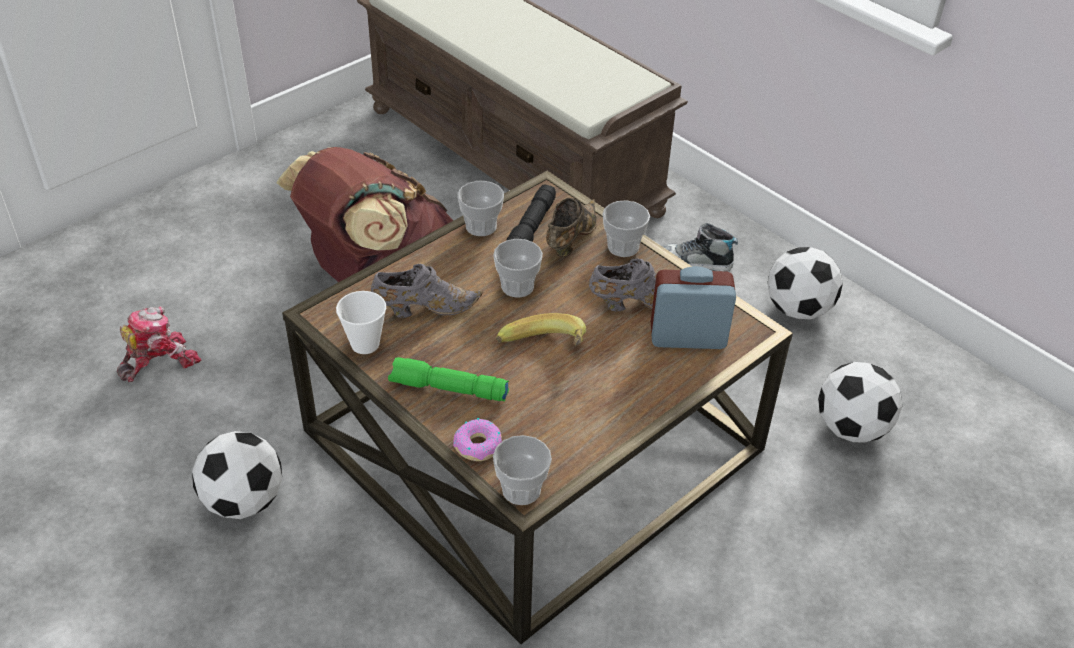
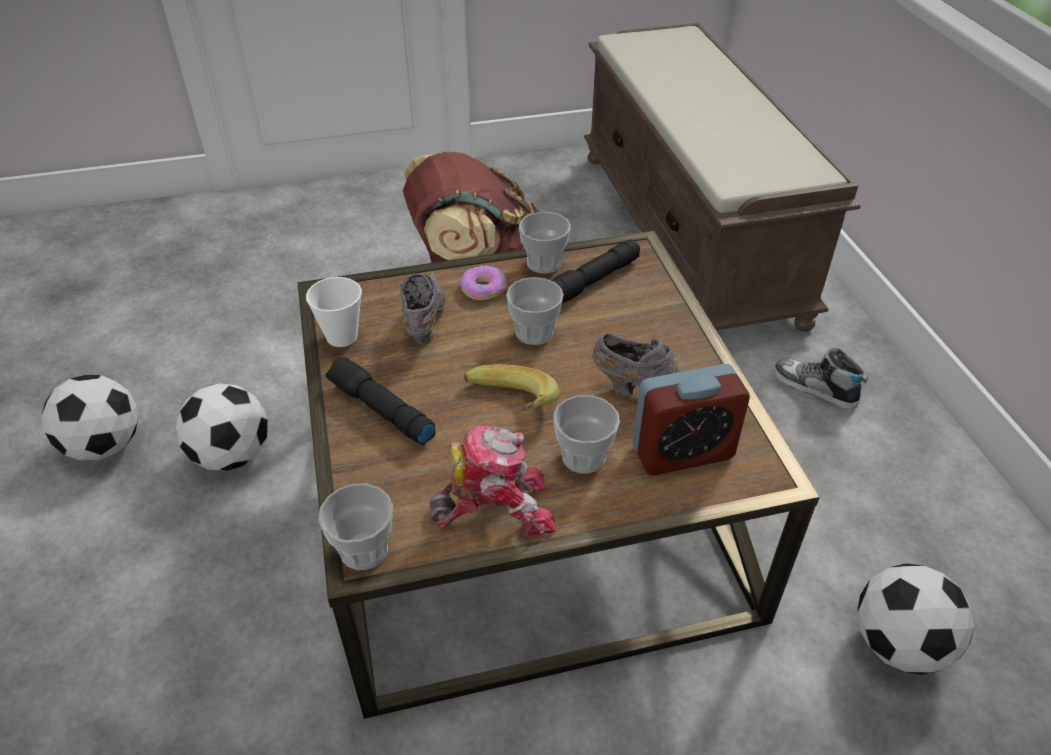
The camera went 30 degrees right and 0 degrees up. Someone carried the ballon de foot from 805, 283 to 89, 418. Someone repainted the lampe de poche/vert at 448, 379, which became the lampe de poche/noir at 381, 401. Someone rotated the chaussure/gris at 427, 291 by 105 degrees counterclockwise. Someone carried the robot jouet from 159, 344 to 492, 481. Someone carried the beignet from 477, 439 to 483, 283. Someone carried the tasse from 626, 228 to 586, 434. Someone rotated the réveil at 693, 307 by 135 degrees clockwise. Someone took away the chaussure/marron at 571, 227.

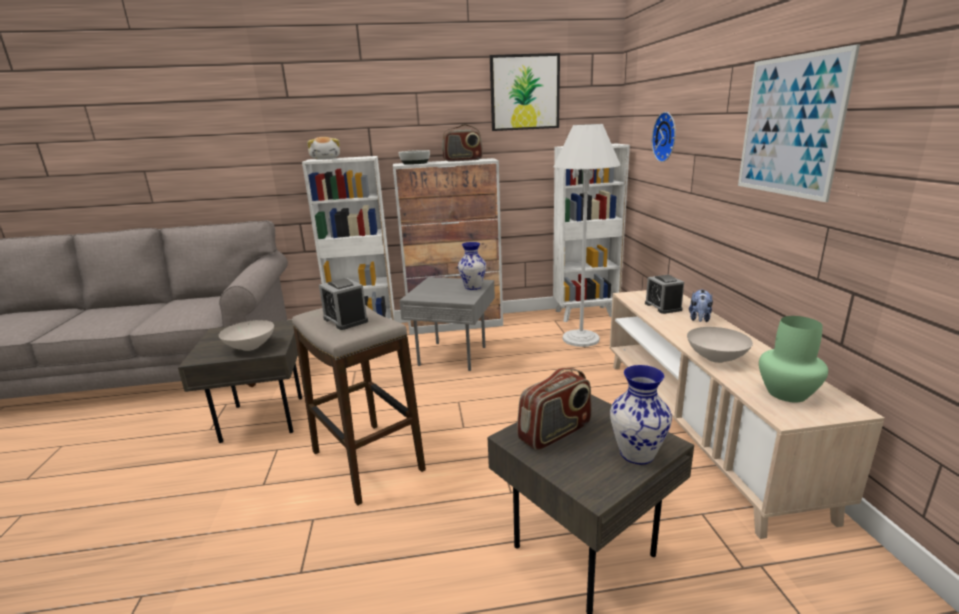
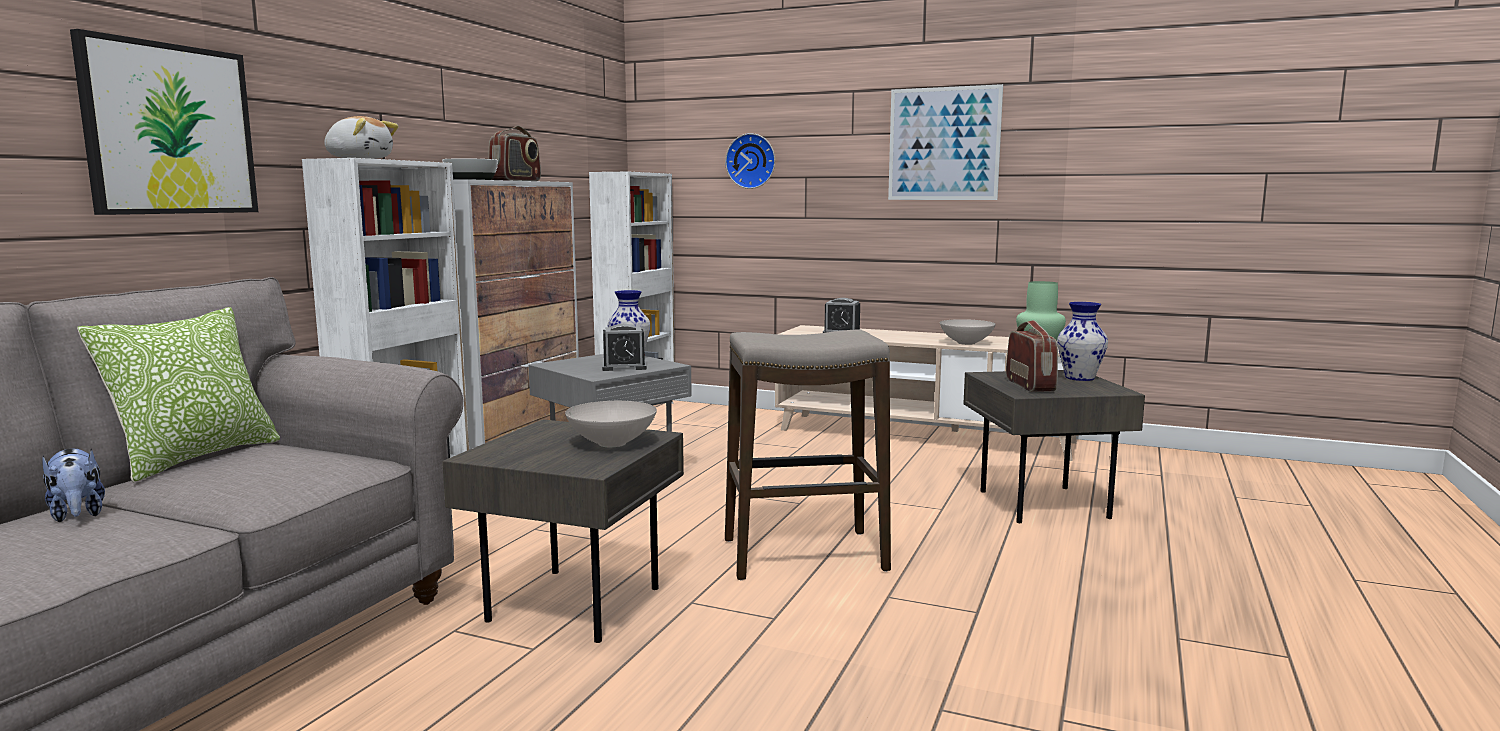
The camera went 60 degrees left and 10 degrees down. Someone carried the peluche from 701, 305 to 74, 485. Someone carried the tableau from 525, 92 to 164, 122. Someone put down the coussin at 178, 395. Someone carried the réveil from 343, 304 to 624, 347. Someone took away the lampadaire/blanc at 587, 235.

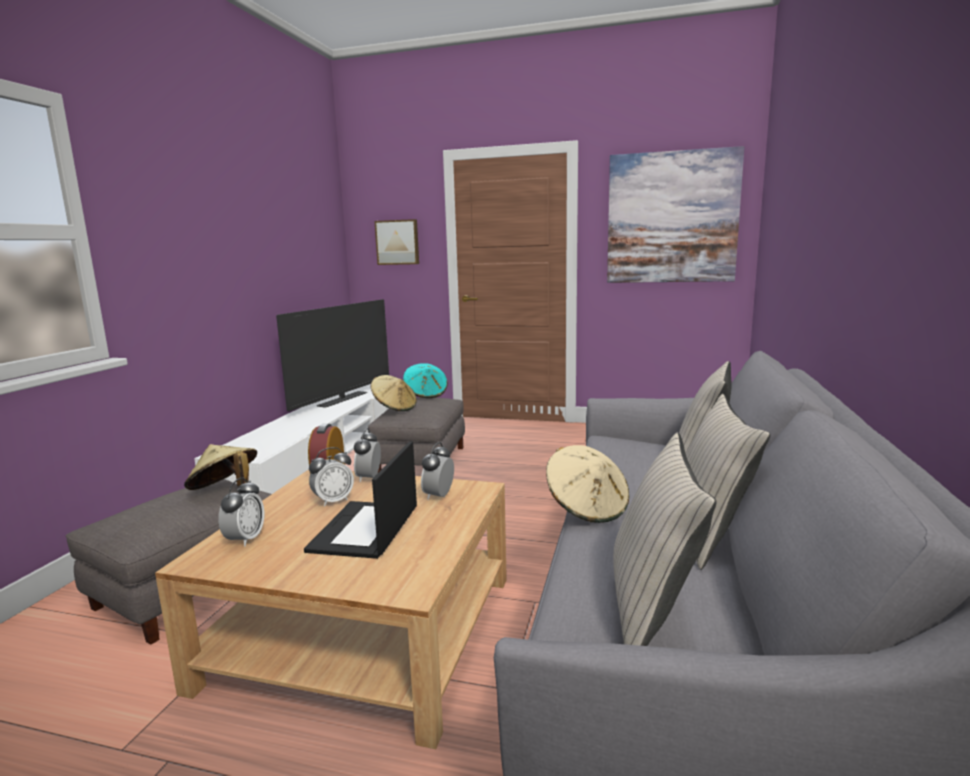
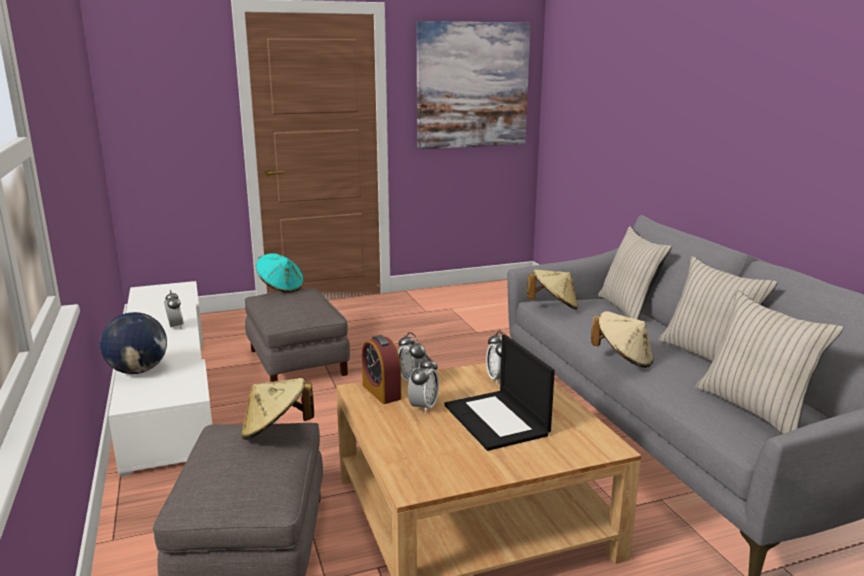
The camera went 35 degrees left and 5 degrees up. Someone put down the globe at 133, 343. Someone carried the réveil from 241, 512 to 174, 309. Someone carried the chapeau/beige from 394, 393 to 552, 289. Someone took away the téléviseur at 332, 355. Someone took away the tableau at 396, 242.

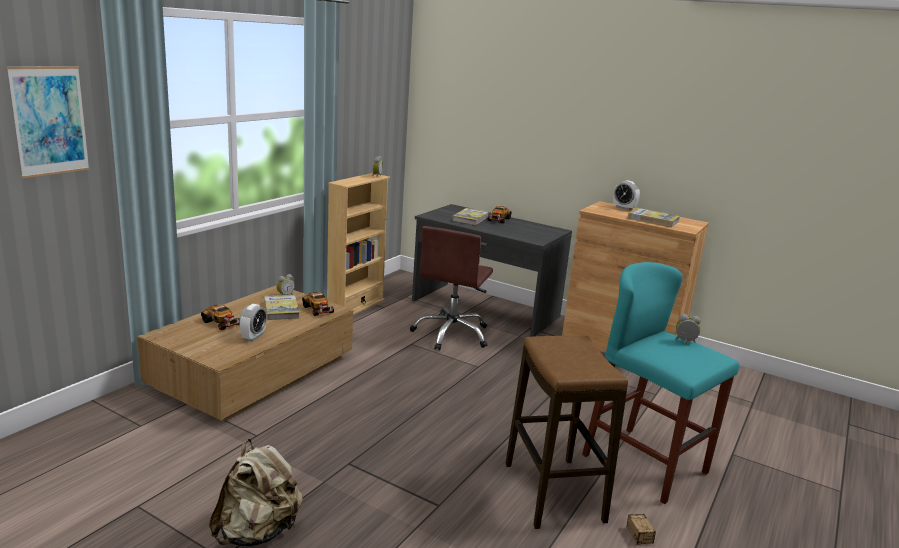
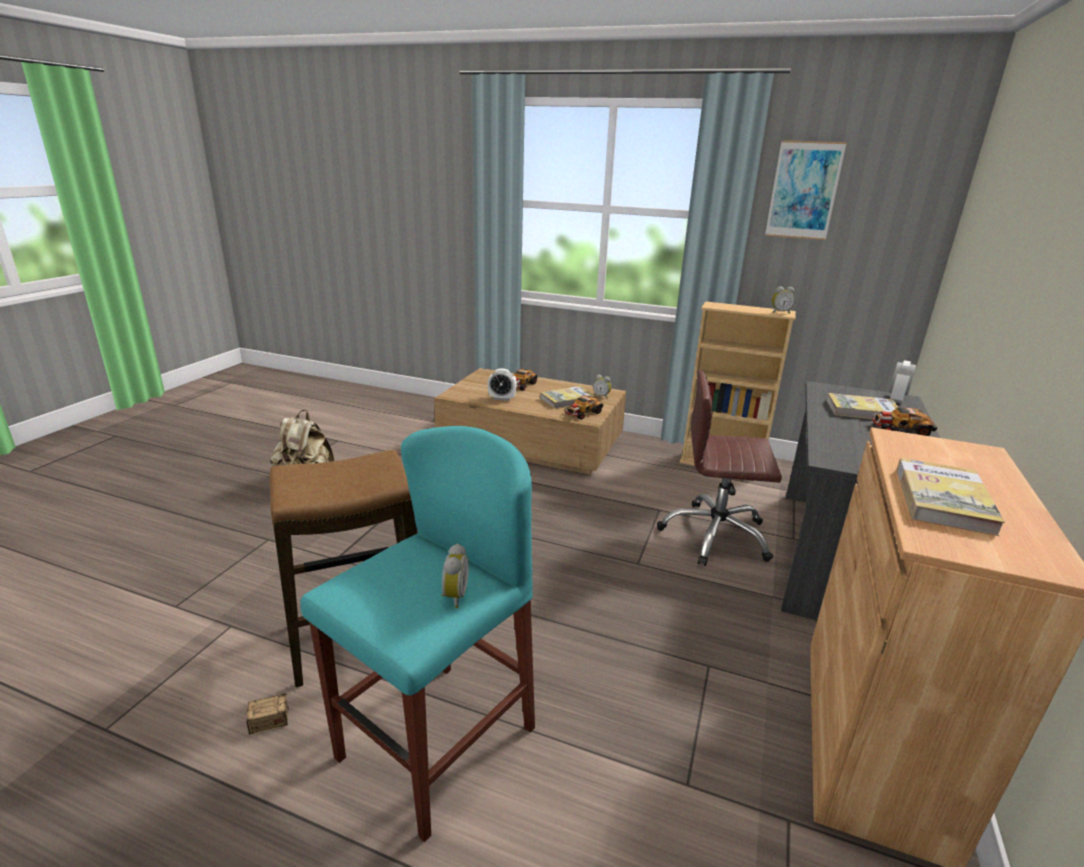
The camera went 80 degrees right and 5 degrees up. Someone carried the tableau from 48, 122 to 806, 190. Someone carried the réveil from 626, 195 to 902, 381.

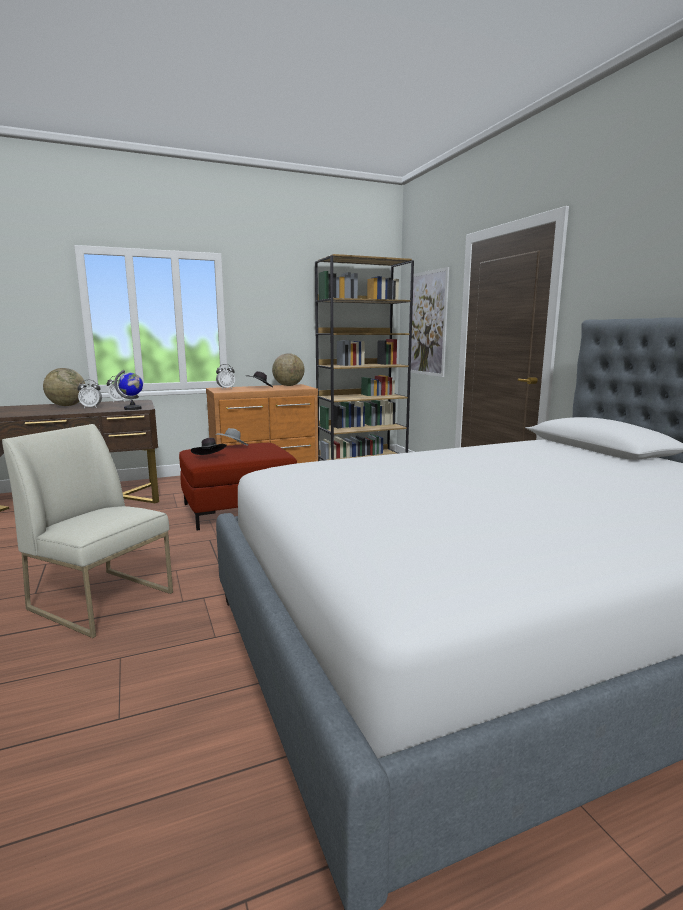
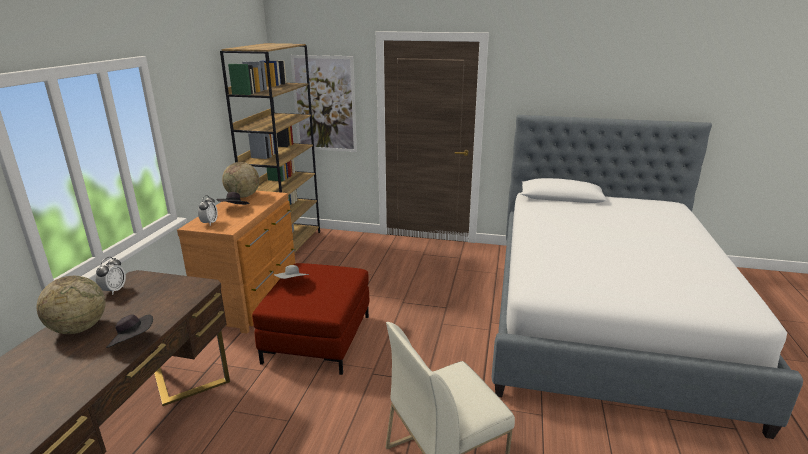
The camera went 55 degrees left and 10 degrees up. Someone carried the chapeau/noir from 209, 446 to 129, 331. Someone took away the réveil at 90, 394. Someone took away the globe at 128, 390.

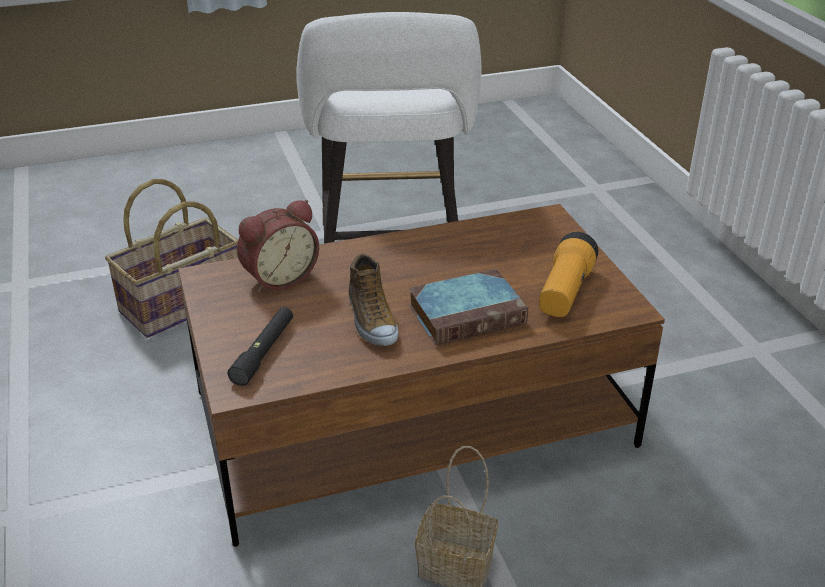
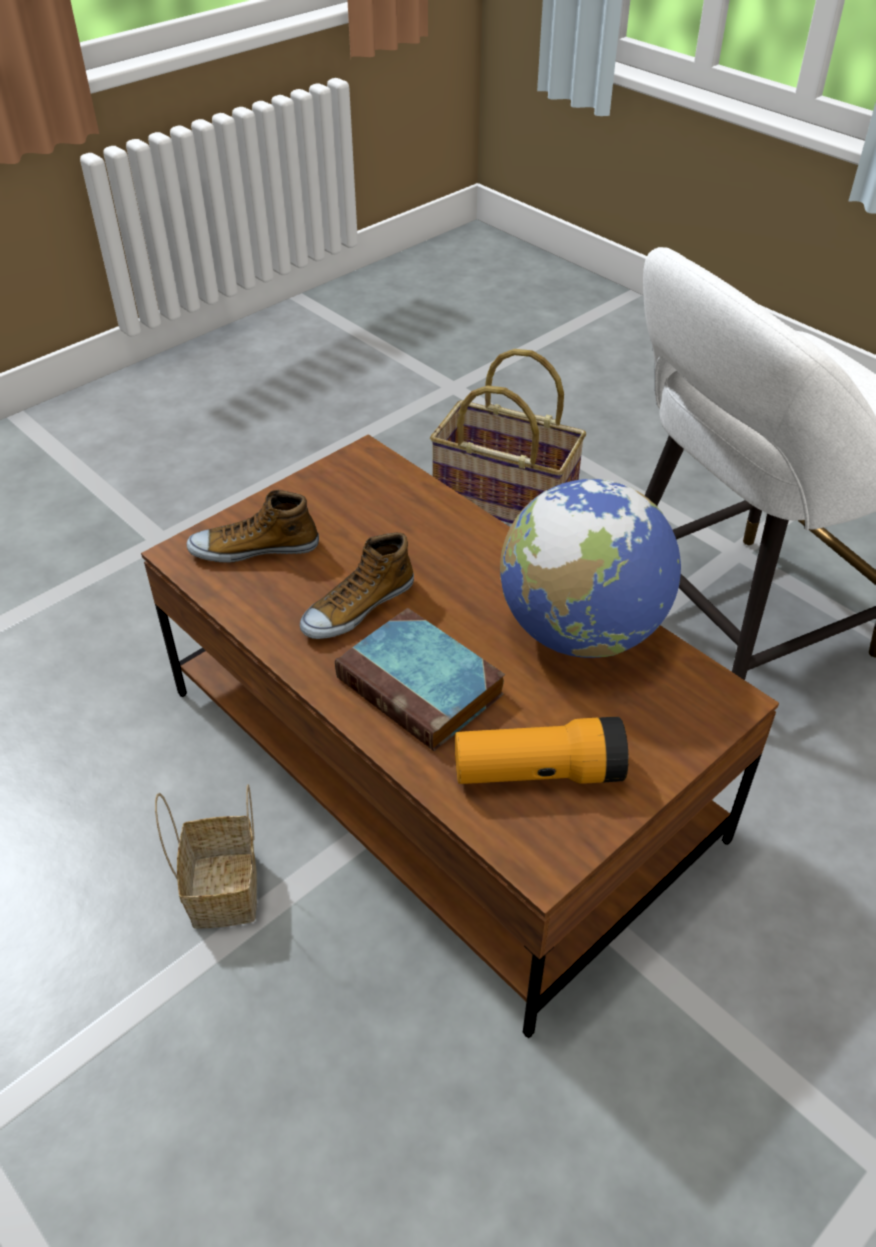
The camera went 65 degrees right and 10 degrees up. Someone swapped the lampe de poche/noir at 260, 346 for the chaussure at 253, 526. Someone put down the globe at 590, 568. Someone took away the réveil at 278, 246.

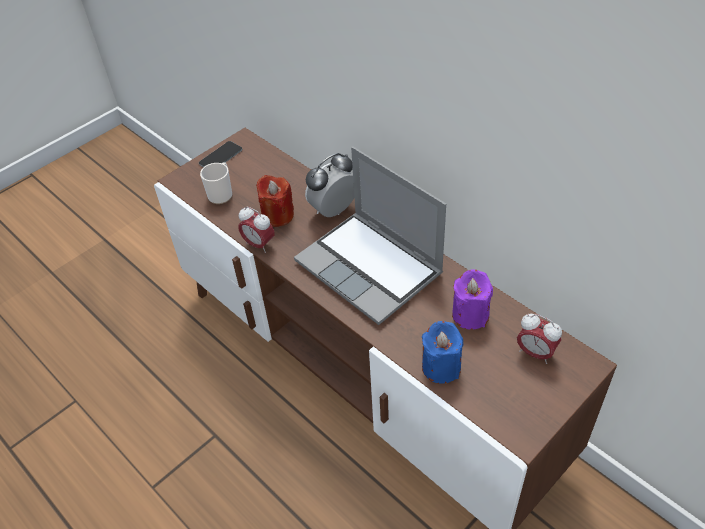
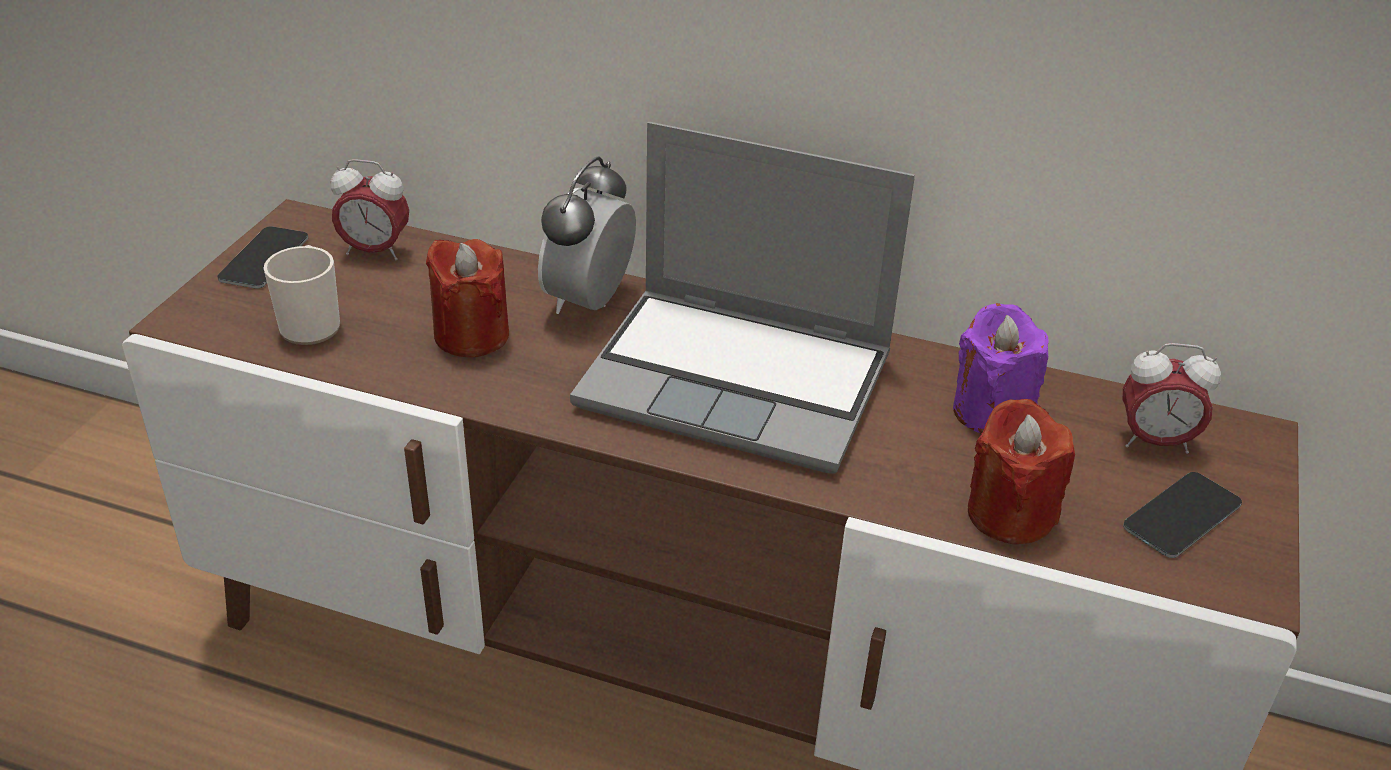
The camera went 30 degrees left and 10 degrees down. Someone carried the réveil from 256, 229 to 369, 209. Someone repainted the bougie/bleu at 442, 352, which became the bougie/rouge at 1021, 471. Someone put down the téléphone at 1182, 515.

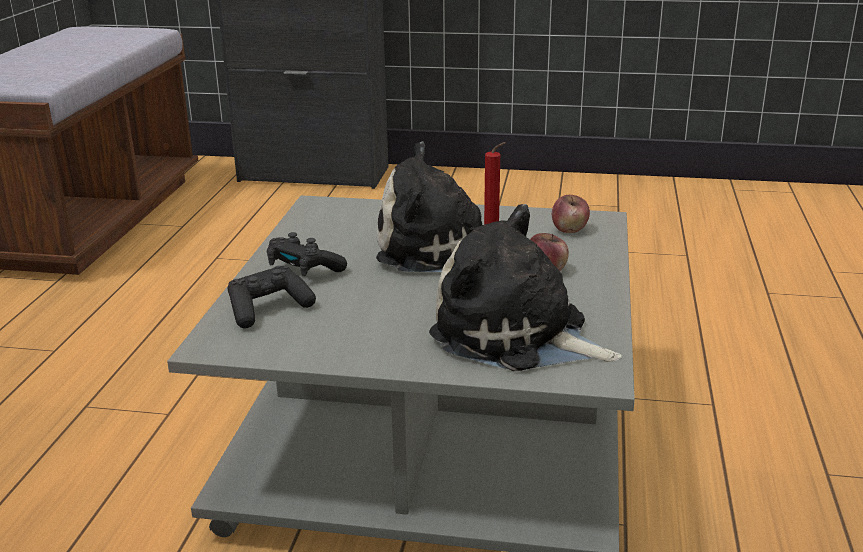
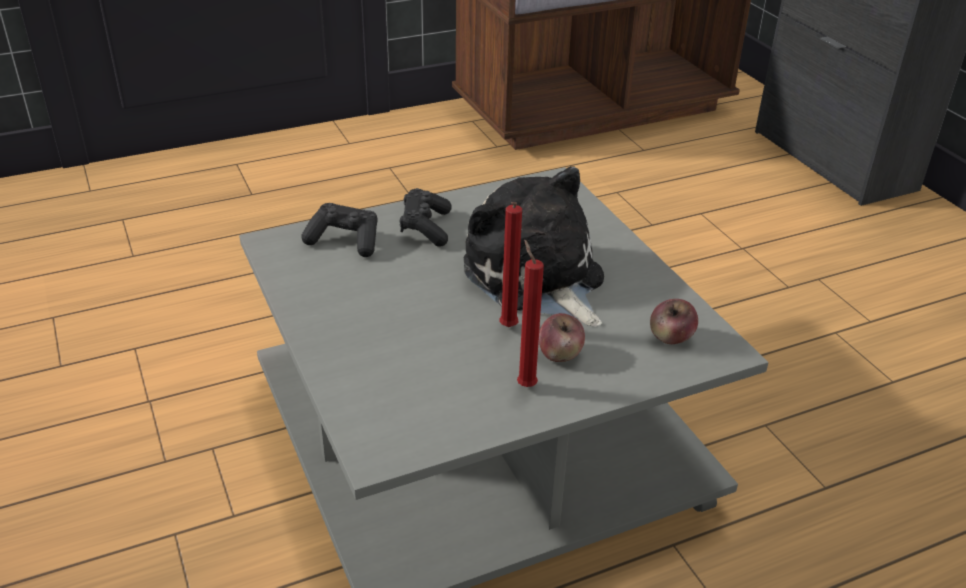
The camera went 55 degrees right and 10 degrees up. Someone put down the bougie/rouge at 530, 313. Someone took away the peluche at 525, 287.

